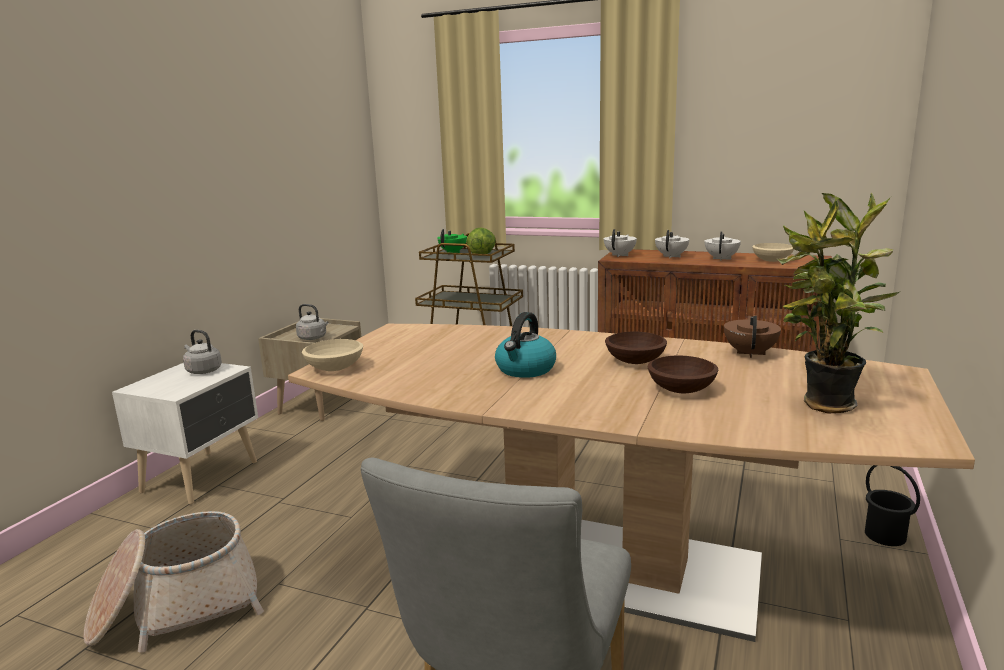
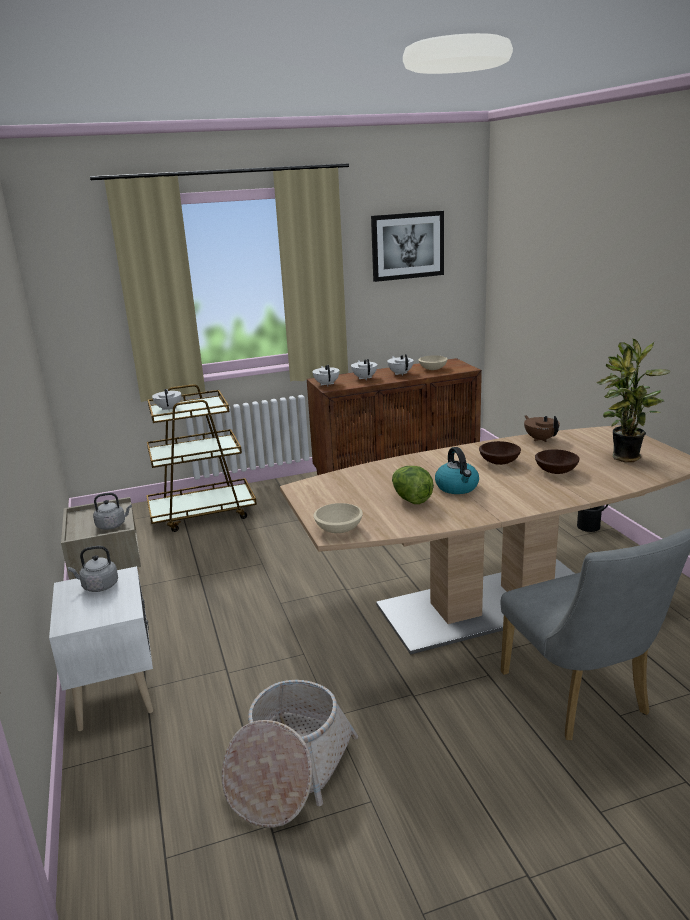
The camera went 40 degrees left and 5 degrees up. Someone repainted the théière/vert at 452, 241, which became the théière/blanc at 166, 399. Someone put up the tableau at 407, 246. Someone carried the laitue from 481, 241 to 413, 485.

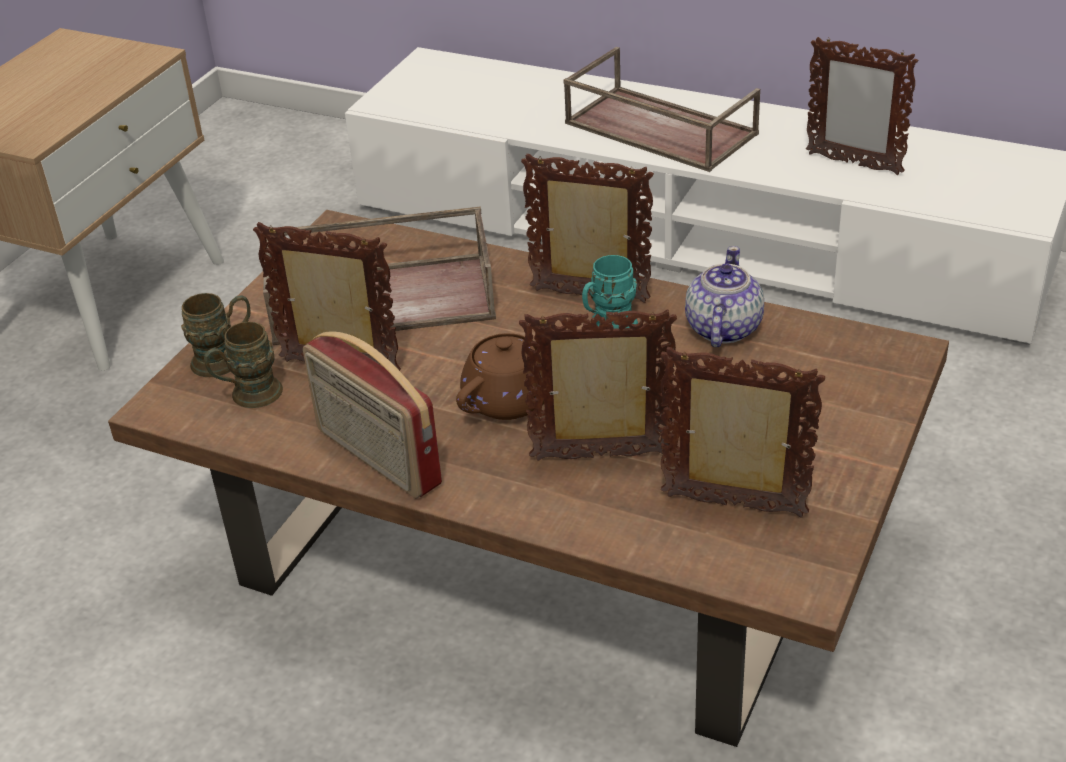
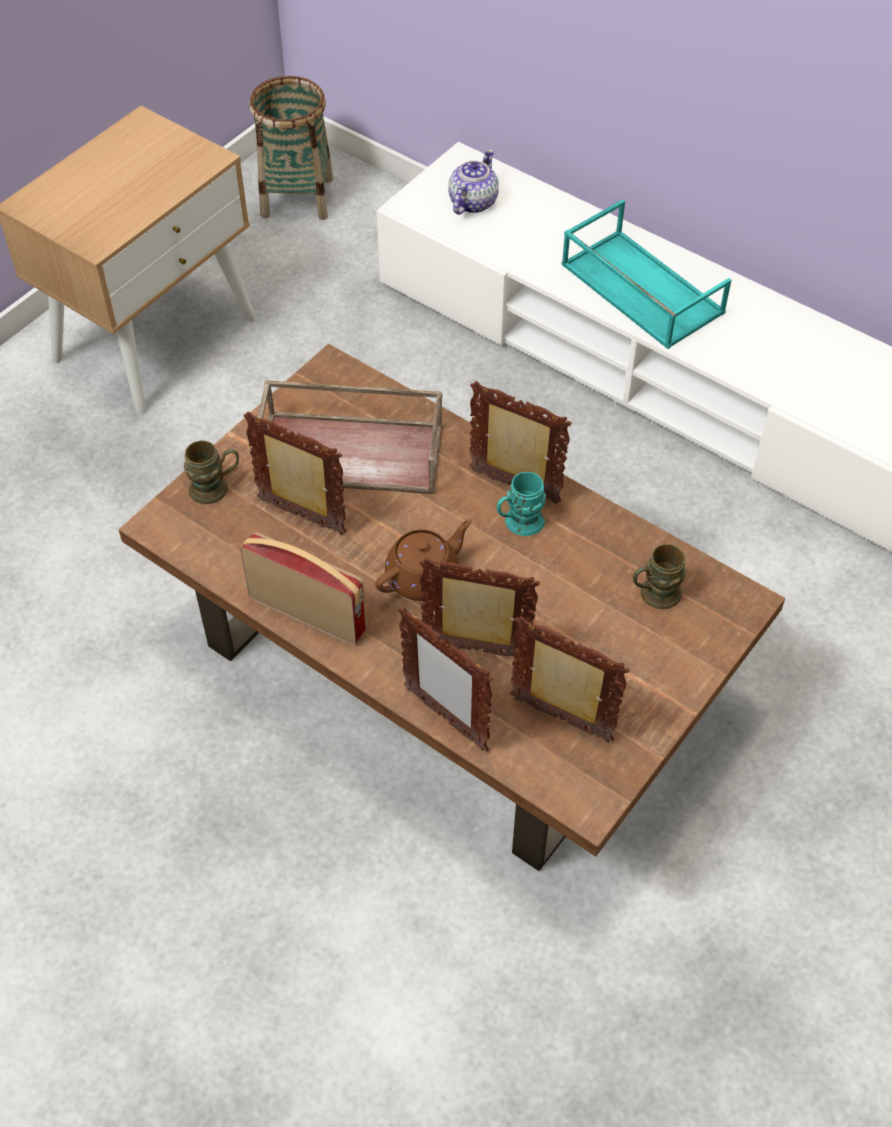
The camera went 10 degrees right and 15 degrees up. Someone rotated the radio at 372, 414 by 150 degrees clockwise. Someone put down the panier at 291, 148. Someone carried the cadre photo from 862, 106 to 445, 679. Someone carried the théière from 724, 296 to 473, 182. Someone repainted the plateau/marron at 661, 109, which became the plateau/turquoise at 646, 274. Someone carried the mug/marron from 243, 365 to 660, 576.

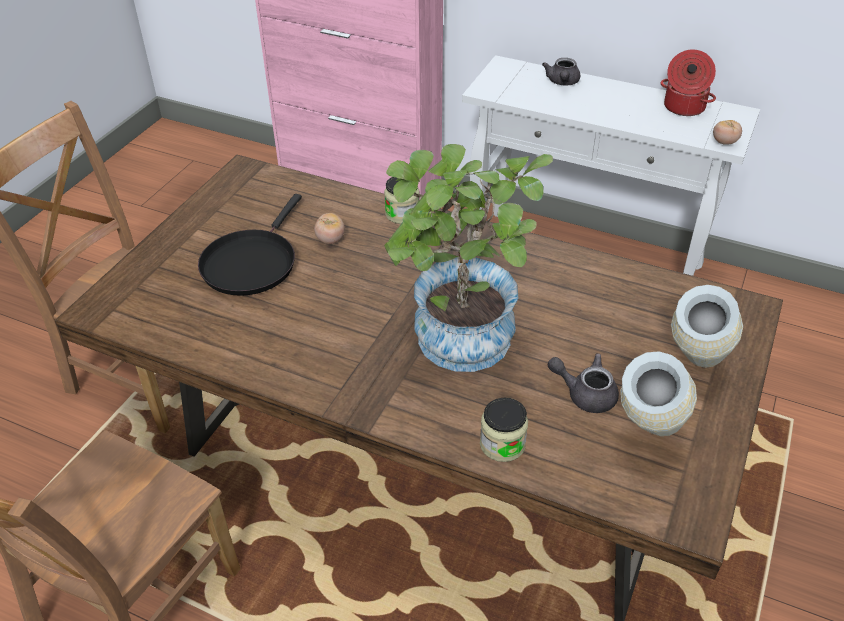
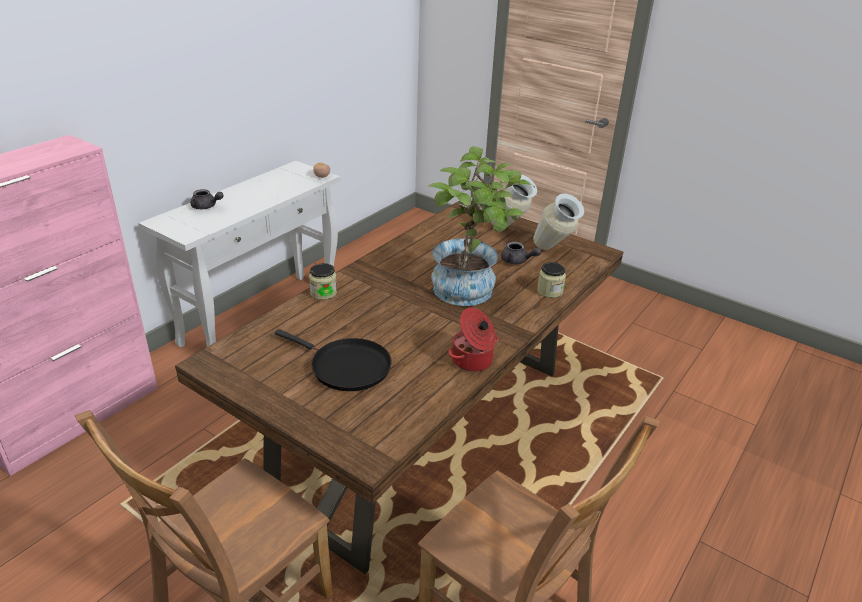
The camera went 80 degrees left and 10 degrees down. Someone carried the marmite from 688, 83 to 473, 340. Someone rotated the théière/gris at 583, 383 by 90 degrees counterclockwise. Someone took away the tomate at 329, 228.

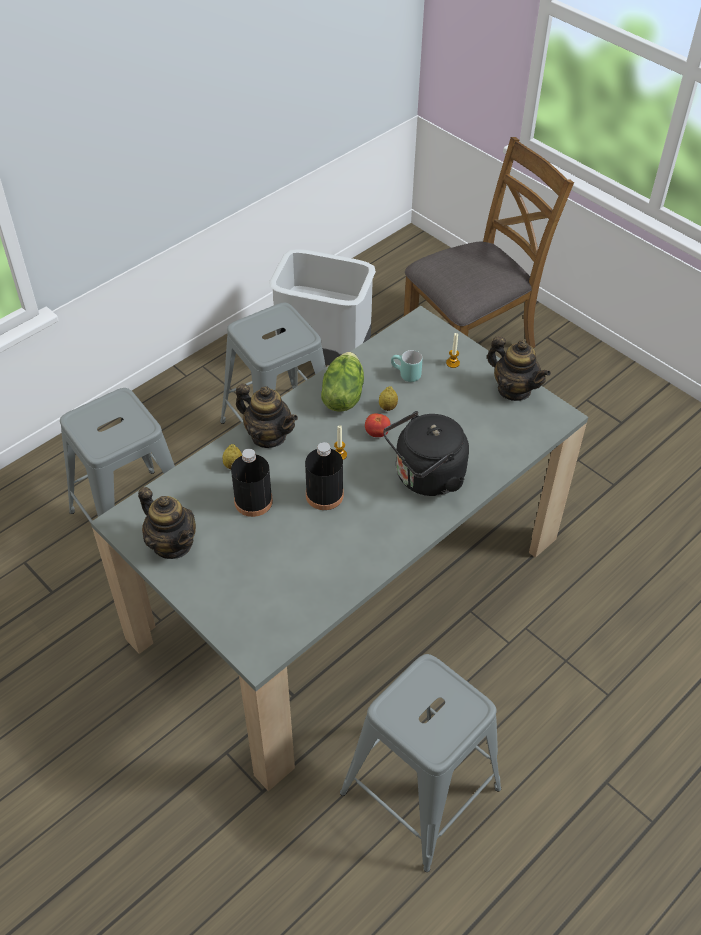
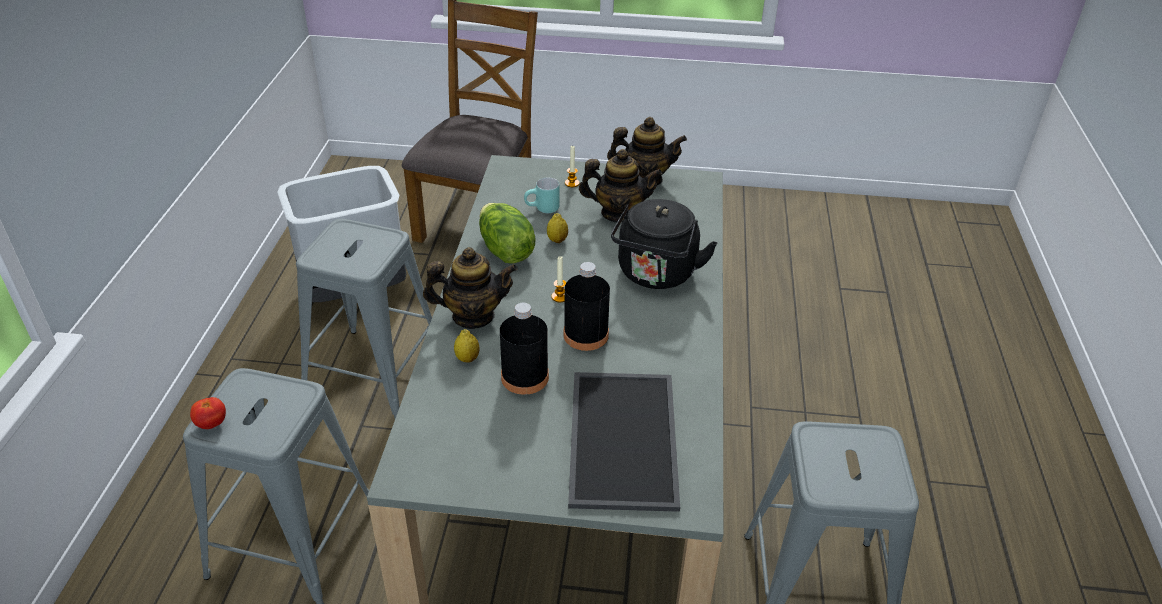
The camera went 40 degrees left and 10 degrees down. Someone carried the tomate from 378, 425 to 208, 413. Someone put down the plateau at 624, 442. Someone carried the théière from 167, 523 to 620, 186.

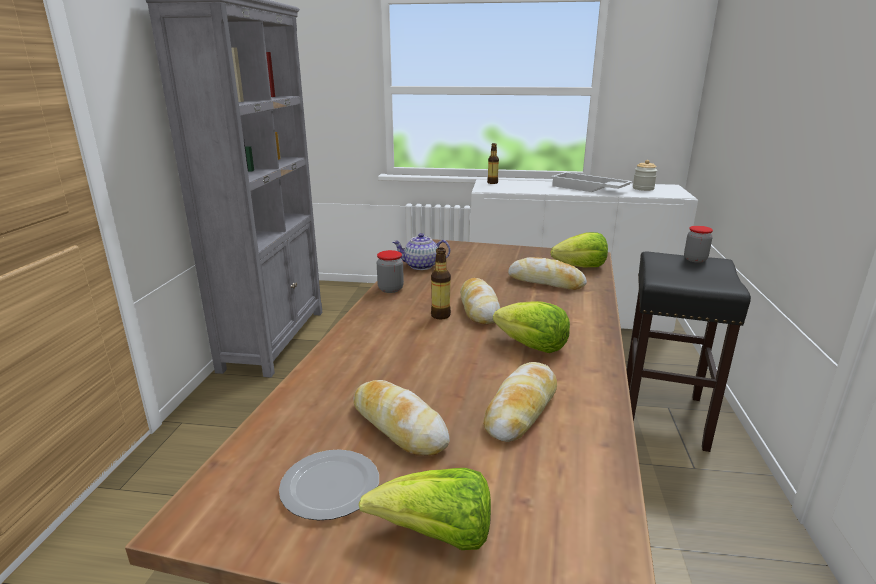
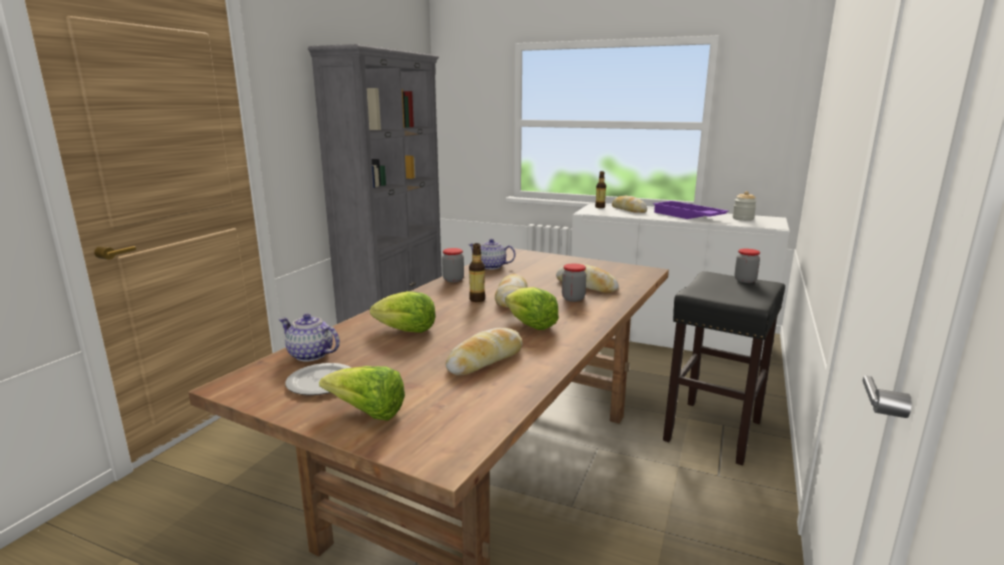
The camera went 15 degrees right and 5 degrees down. Someone put down the théière at 309, 337. Someone carried the laitue from 579, 249 to 403, 312. Someone put down the bocal at 574, 282. Someone carried the pain from 401, 417 to 629, 204. Someone repainted the plateau/blanc at 592, 182, which became the plateau/violet at 691, 210.

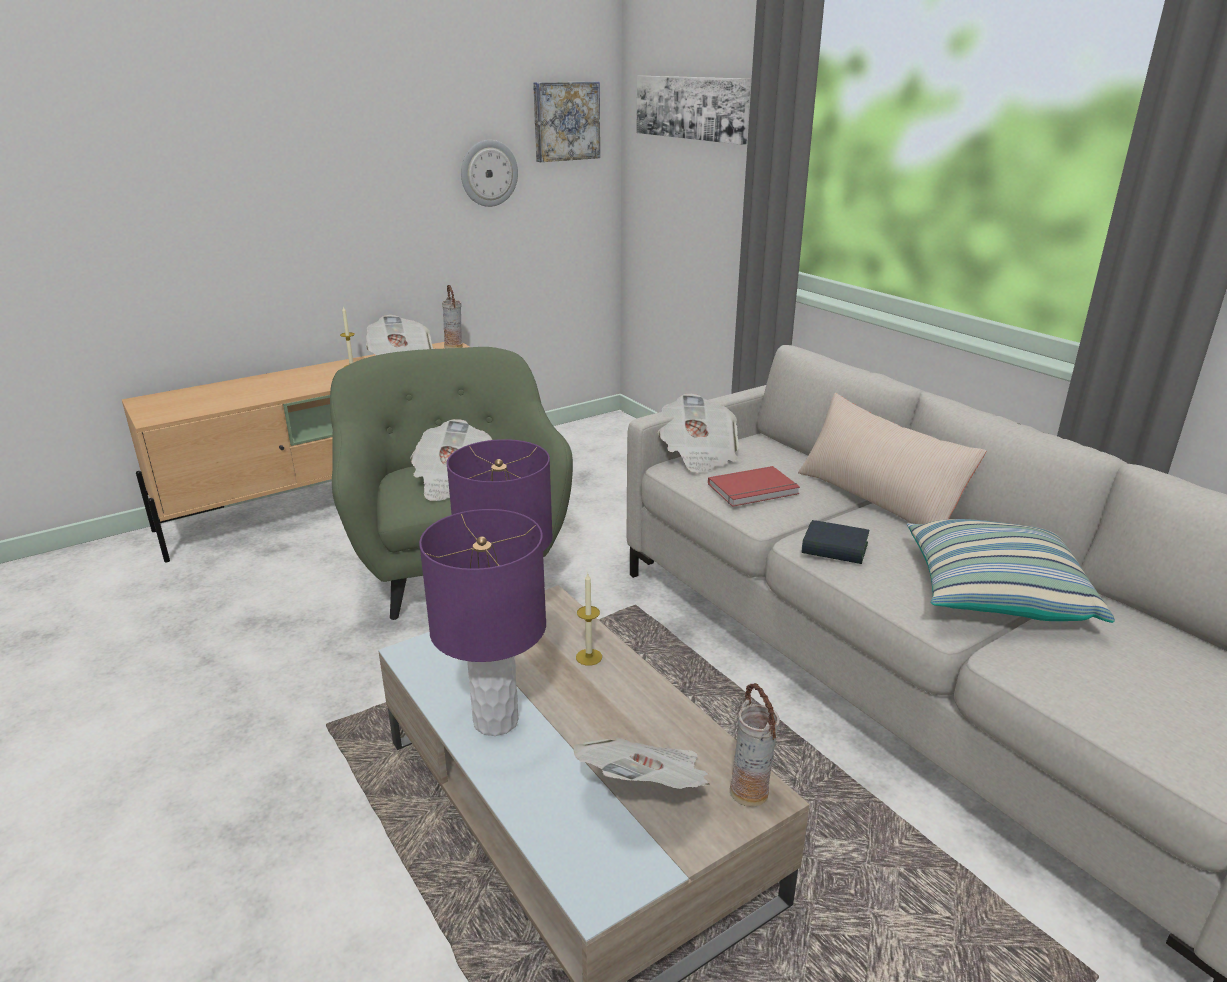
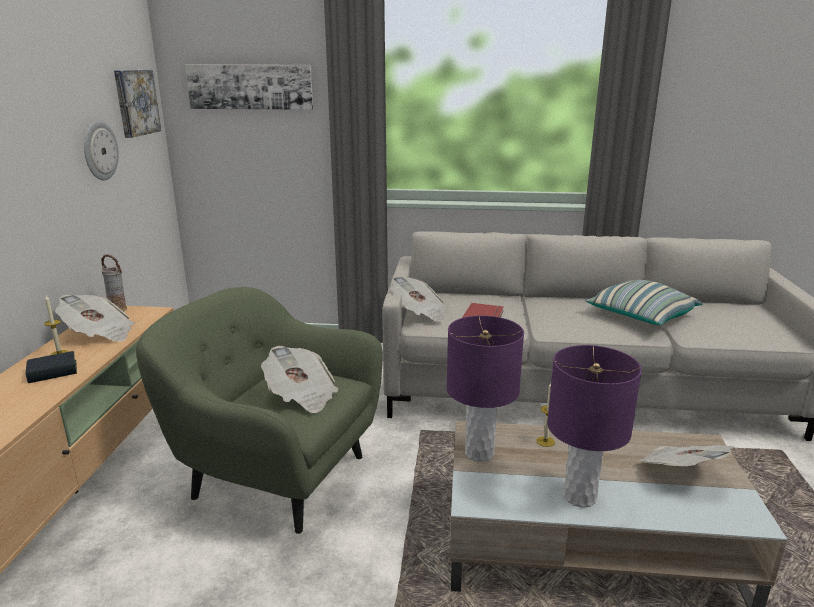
The camera went 50 degrees left and 5 degrees down. Someone carried the livre from 835, 542 to 51, 367. Someone took away the vase at 755, 745. Someone took away the coussin/beige at 892, 458.

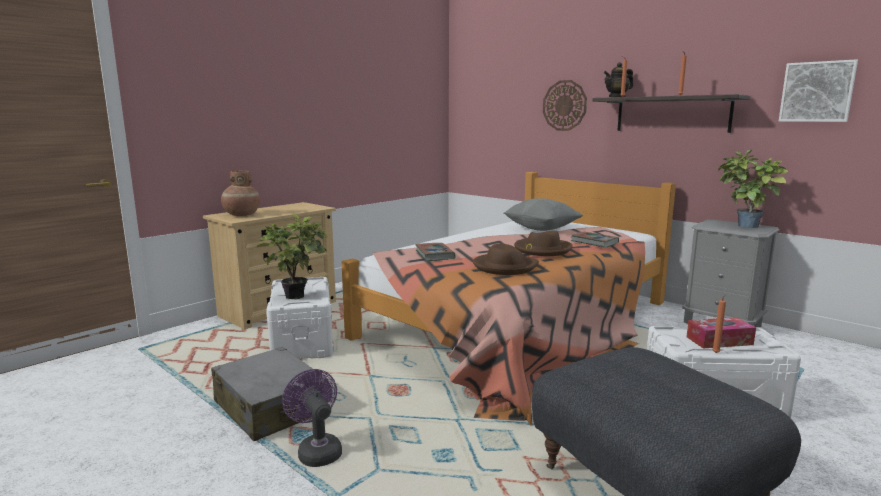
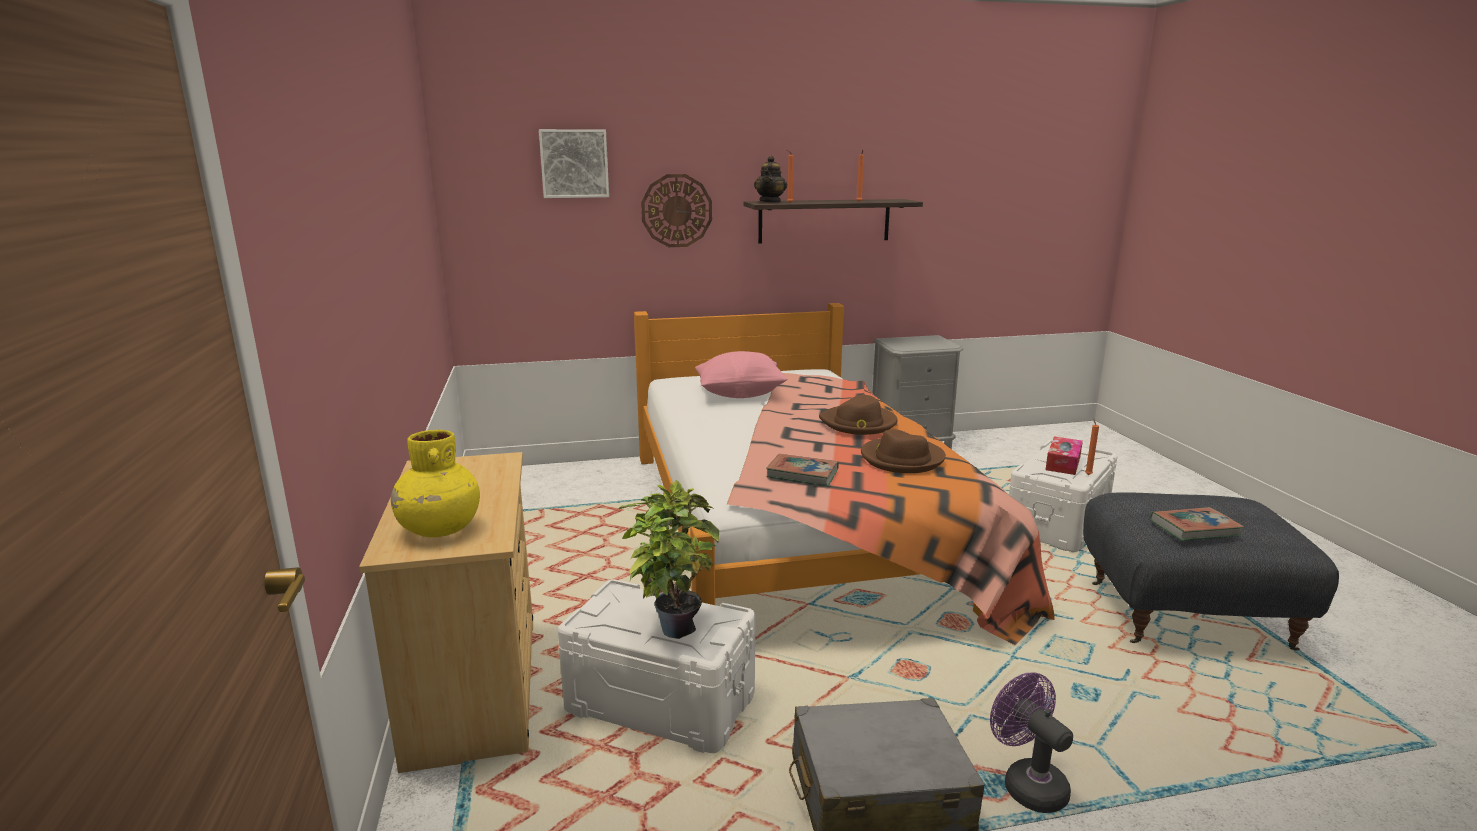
The camera went 55 degrees left and 5 degrees up. Someone repainted the vase/marron at 240, 193, which became the vase/jaune at 435, 483. Someone carried the tableau from 818, 90 to 574, 163. Someone repainted the coussin/gris at 543, 214, which became the coussin/rose at 741, 374. Someone rotated the ventilateur/violet at 312, 418 by 60 degrees clockwise. Someone carried the livre from 595, 240 to 1197, 524. Someone took away the plante en pot at 753, 189.

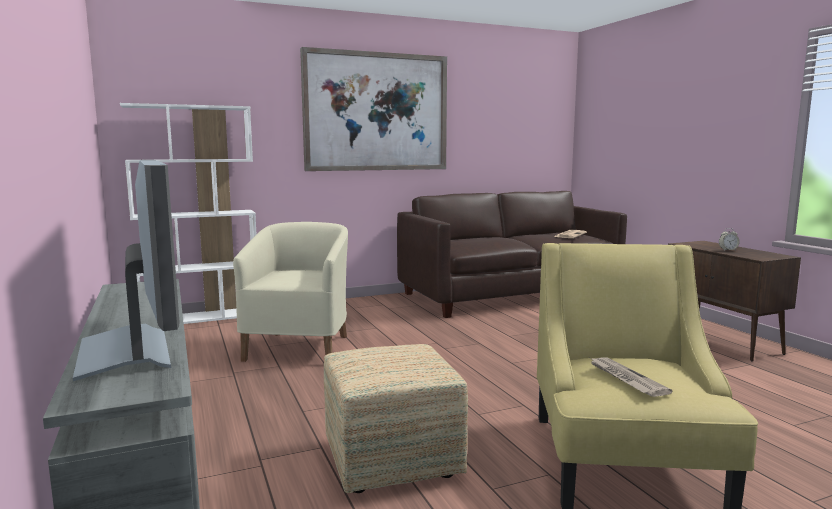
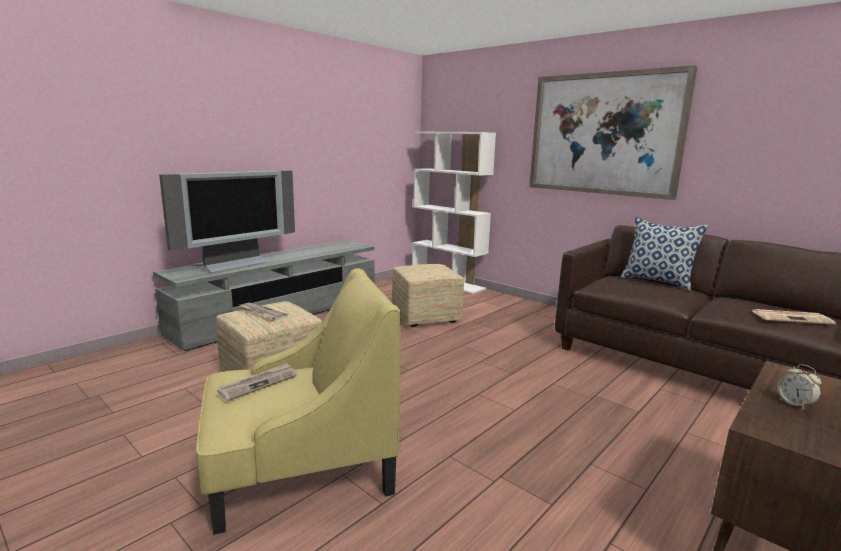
The camera went 65 degrees right and 5 degrees up. Someone put down the journal at 263, 311. Someone swapped the fauteuil/beige at 290, 292 for the pouf at 428, 295. Someone put down the coussin at 664, 254.

